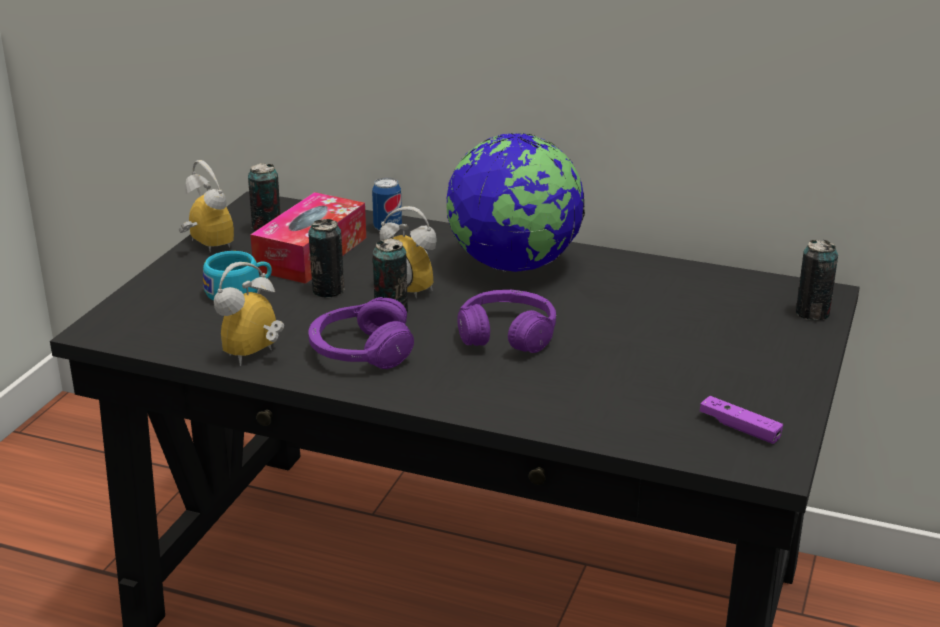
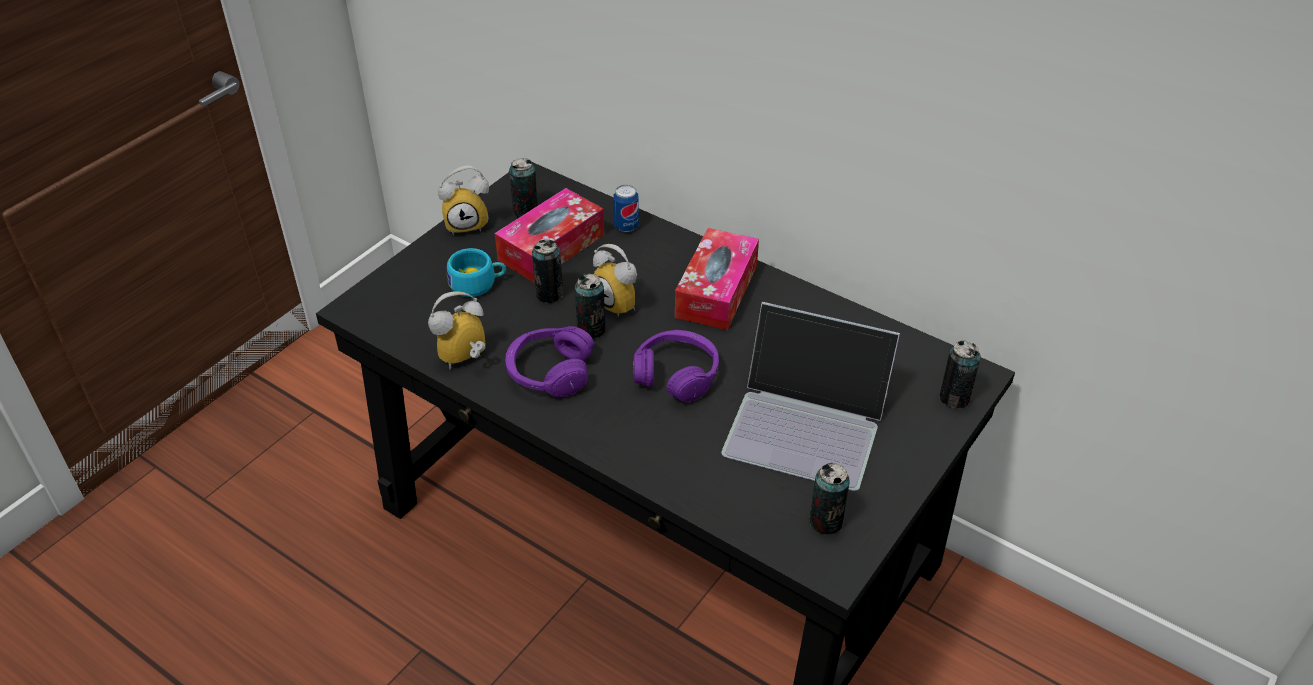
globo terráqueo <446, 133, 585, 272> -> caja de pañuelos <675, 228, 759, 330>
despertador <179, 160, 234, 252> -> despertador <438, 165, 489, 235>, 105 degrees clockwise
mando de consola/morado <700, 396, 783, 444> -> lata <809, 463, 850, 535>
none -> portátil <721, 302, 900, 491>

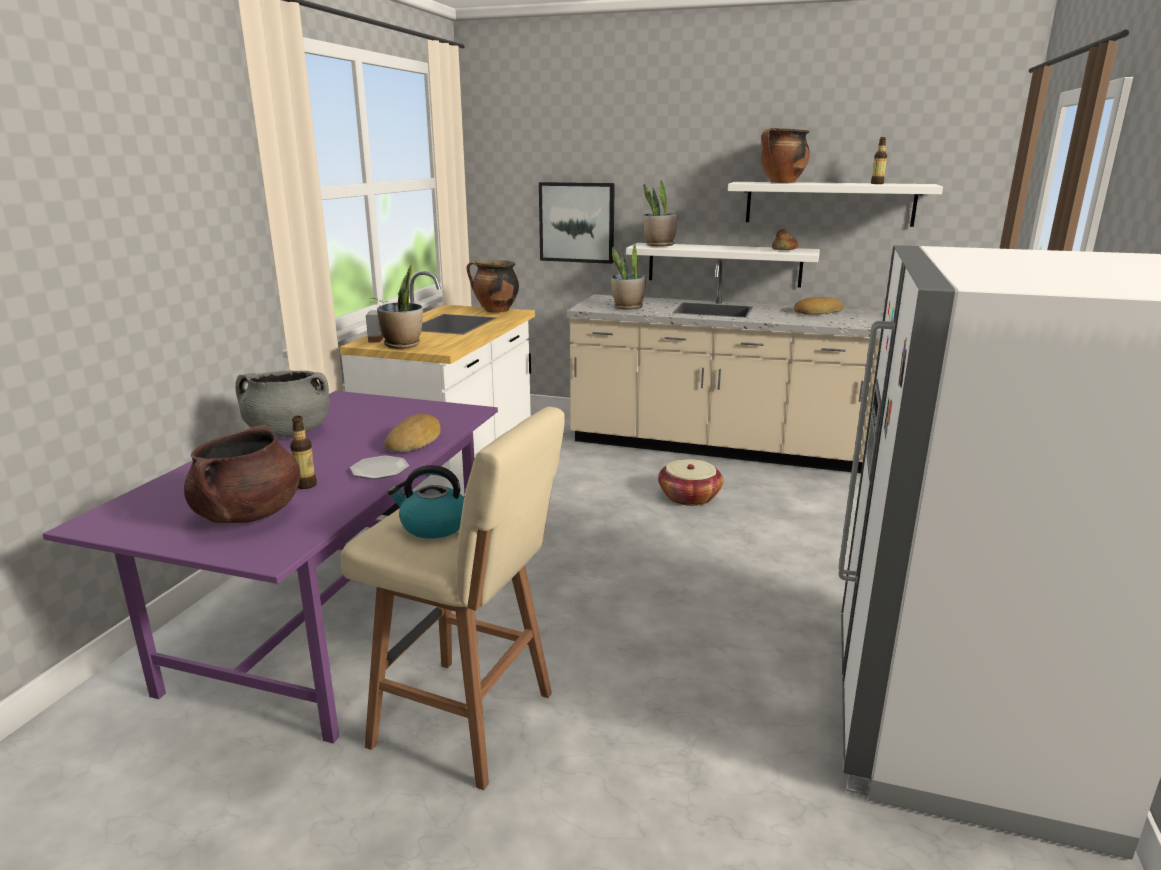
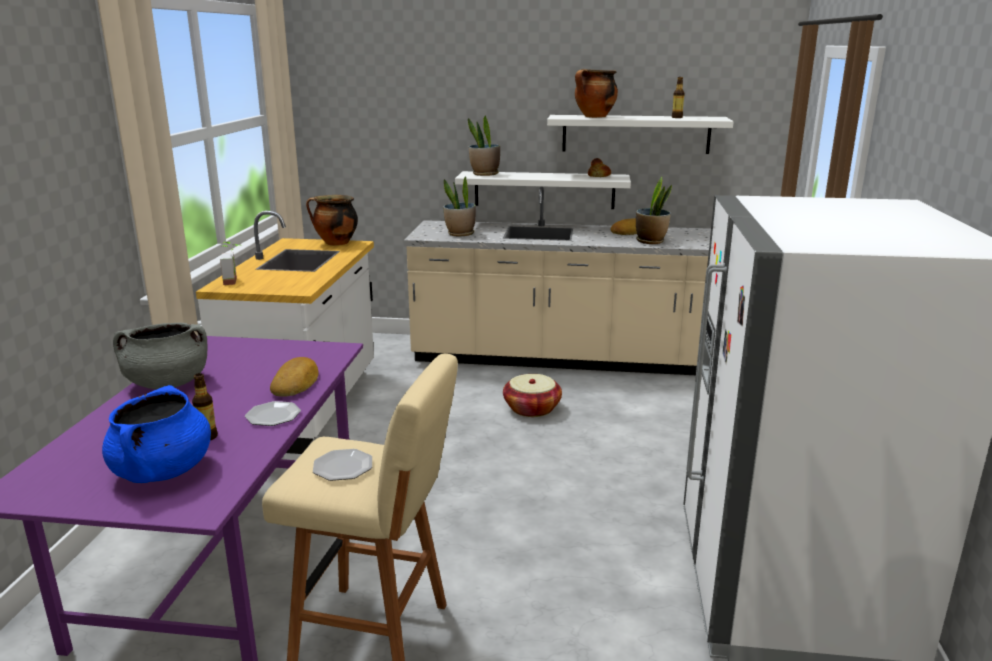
cuadro <539, 182, 615, 264> -> none
planta en maceta <377, 262, 423, 349> -> planta en maceta <636, 177, 672, 244>, relocated
olla/marrón <184, 425, 300, 523> -> olla/azul <102, 385, 211, 483>
hervidor <388, 465, 464, 539> -> plato <313, 449, 372, 481>

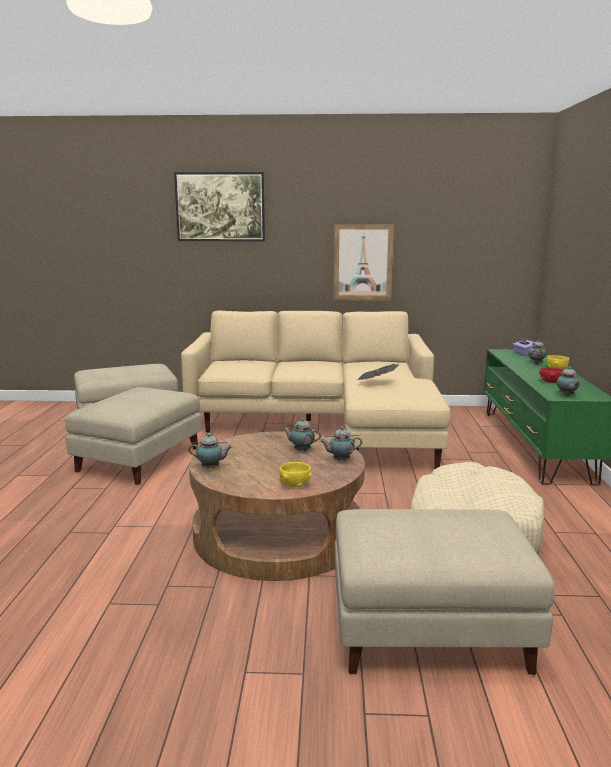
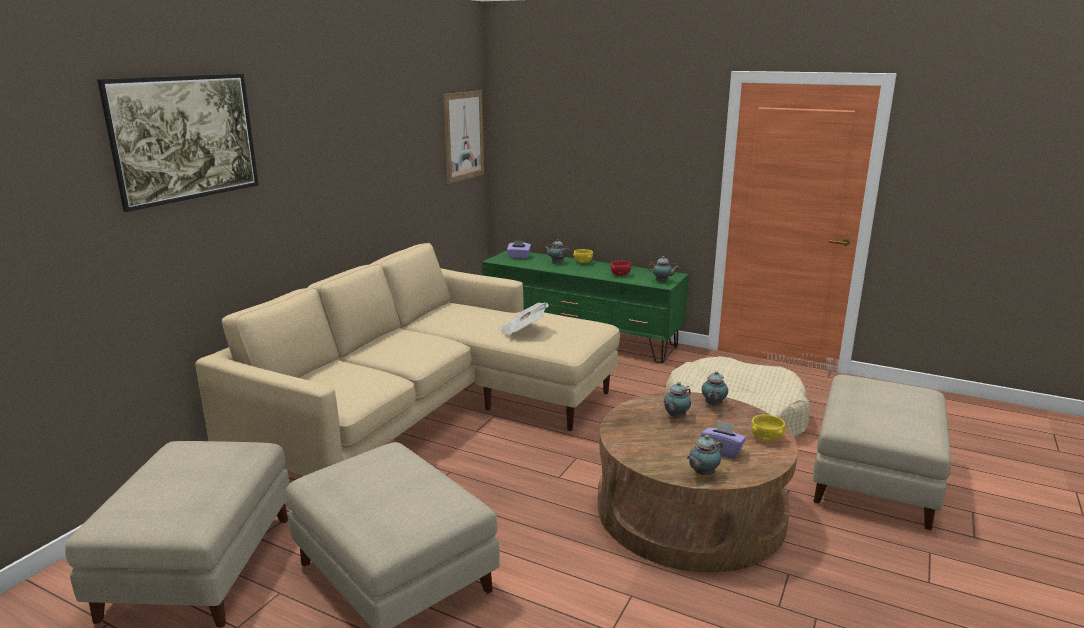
cuadro <334, 224, 394, 301> -> cuadro <443, 91, 484, 184>, relocated
tetera <188, 433, 232, 468> -> tetera <686, 435, 723, 475>, 150 degrees counterclockwise
none -> caja de pañuelos/morado <701, 420, 746, 459>

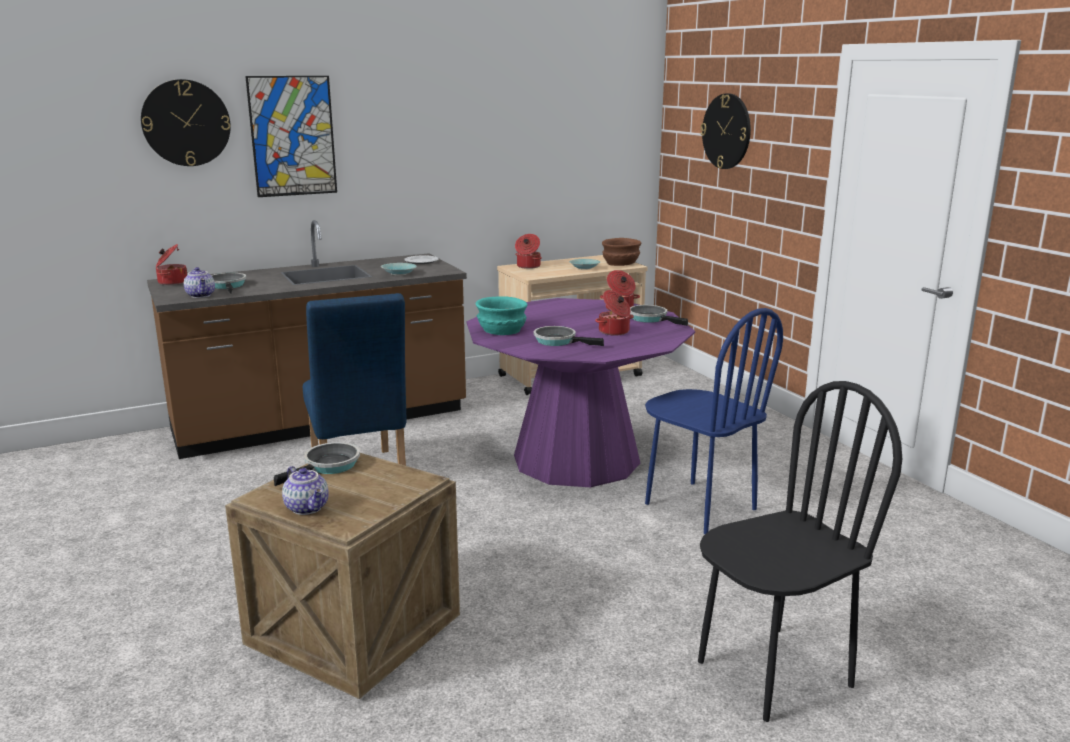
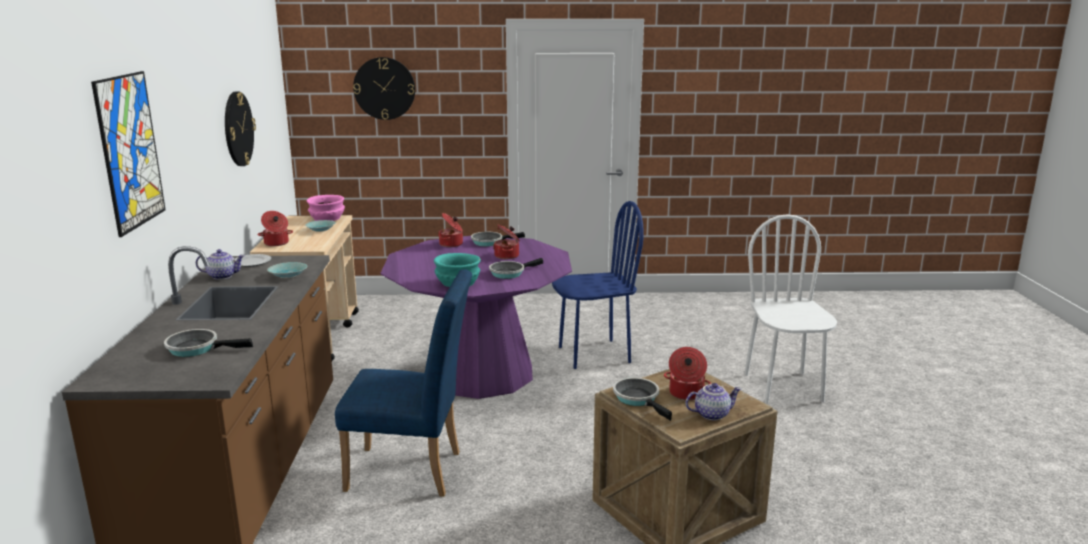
reloj de pared <141, 79, 231, 166> -> reloj de pared <225, 91, 256, 166>, relocated
cuenco/marrón <602, 238, 641, 266> -> cuenco/rosa <307, 195, 345, 221>
olla <156, 244, 187, 285> -> olla <664, 347, 711, 400>, relocated
tetera <184, 267, 215, 298> -> tetera <196, 249, 244, 280>, relocated
silla/negro <698, 381, 902, 722> -> silla/blanco <744, 214, 837, 404>

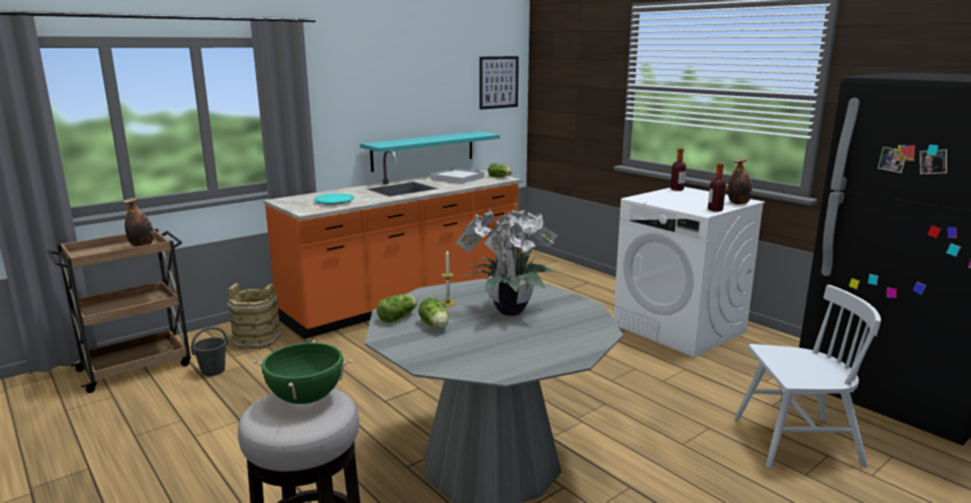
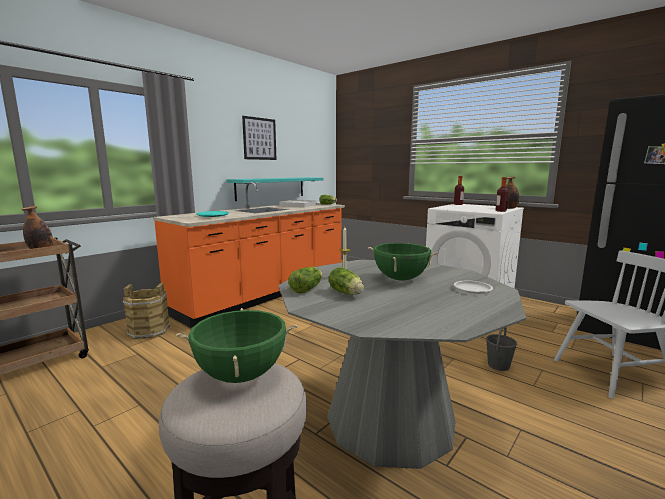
cuadro <479, 56, 519, 110> -> cuadro <242, 116, 277, 160>, relocated
planta en maceta <455, 209, 558, 316> -> olla/verde <368, 243, 438, 281>
cubo/gris <191, 327, 228, 376> -> cubo/gris <486, 327, 517, 371>, relocated
none -> plato/blanco <454, 281, 493, 294>

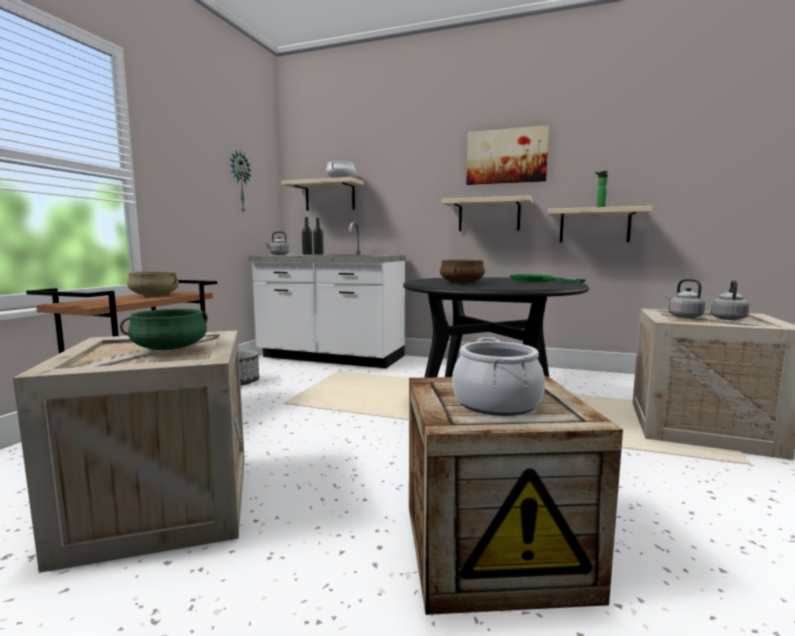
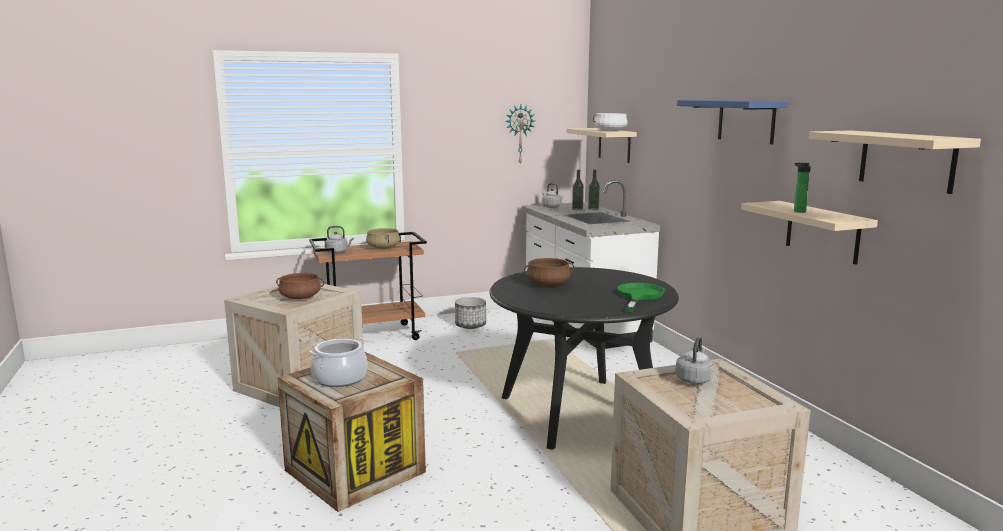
cuadro <467, 125, 549, 185> -> estante/azul <677, 100, 788, 144>
estante/beis <441, 195, 533, 231> -> estante/beis <809, 130, 981, 194>, relocated
hervidor/gris <710, 280, 750, 320> -> hervidor/gris <325, 226, 354, 254>, relocated
olla/verde <120, 309, 208, 350> -> olla/marrón <276, 273, 324, 299>

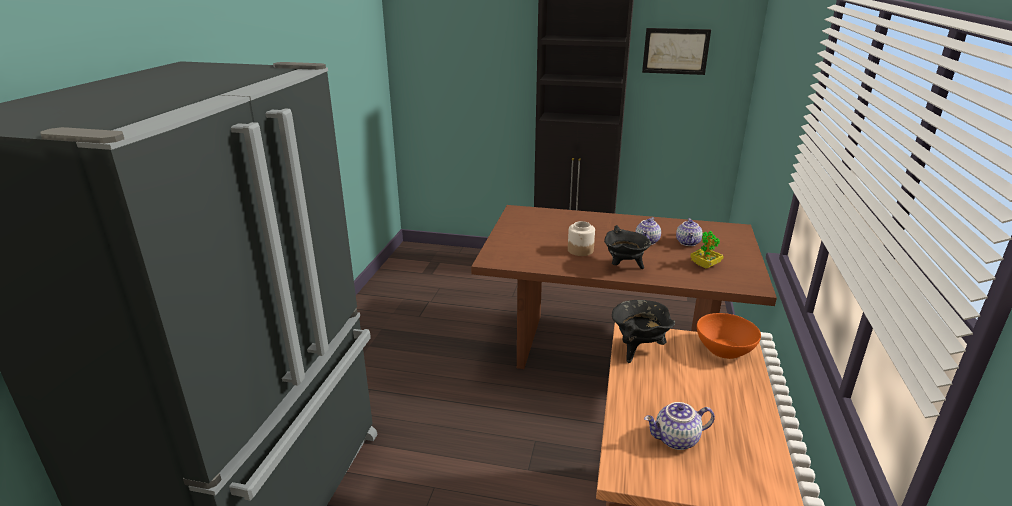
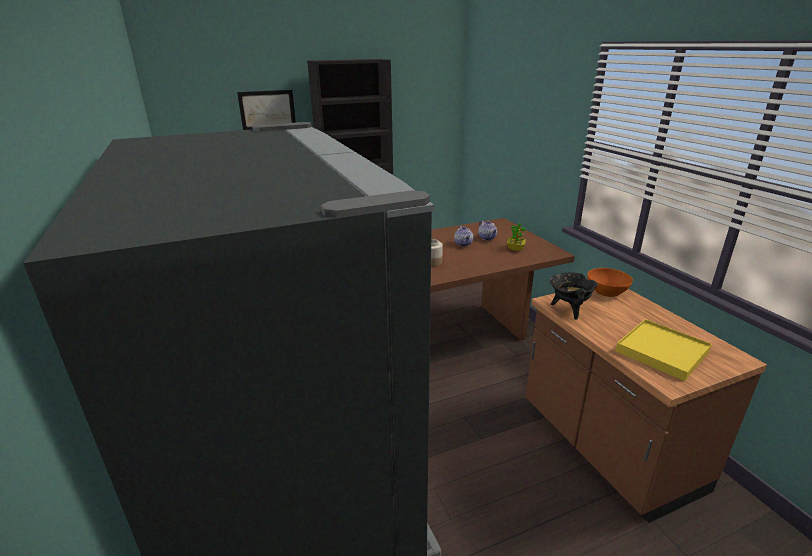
cuadro <642, 28, 711, 75> -> cuadro <237, 90, 296, 130>, relocated
olla/negro <604, 225, 651, 269> -> none
tetera <644, 402, 715, 450> -> bandeja/amarillo <615, 319, 712, 381>

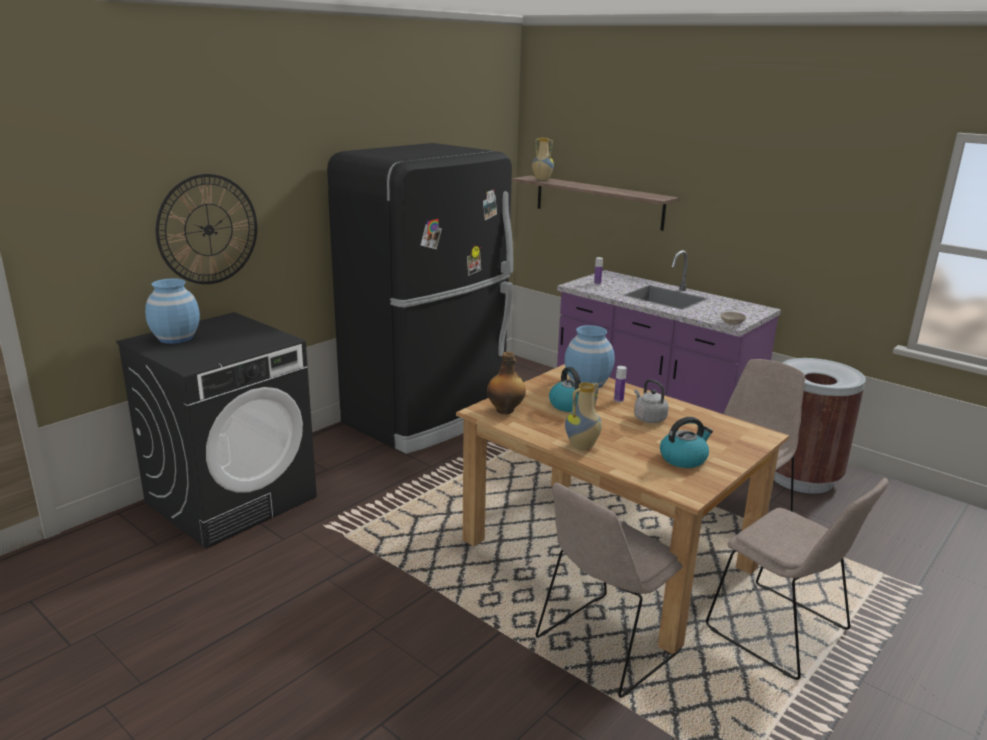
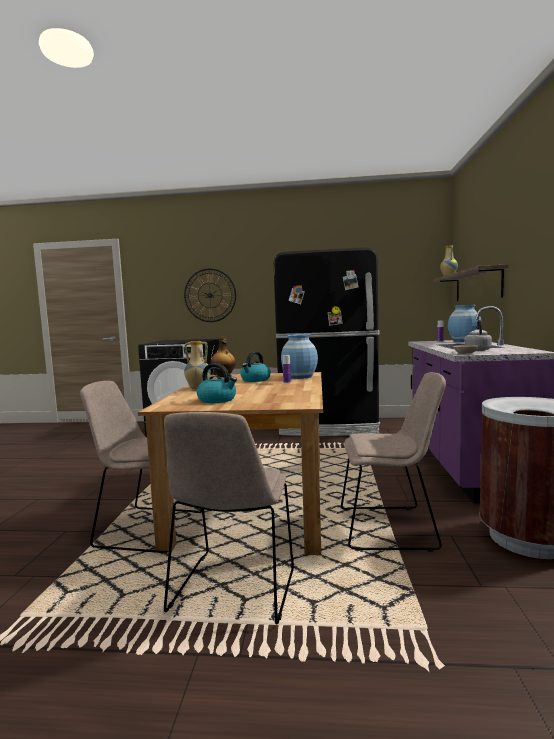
florero/azul <145, 278, 200, 344> -> florero/azul <448, 305, 481, 342>, relocated
hervidor/gris <634, 379, 669, 423> -> hervidor/gris <464, 319, 492, 351>, relocated

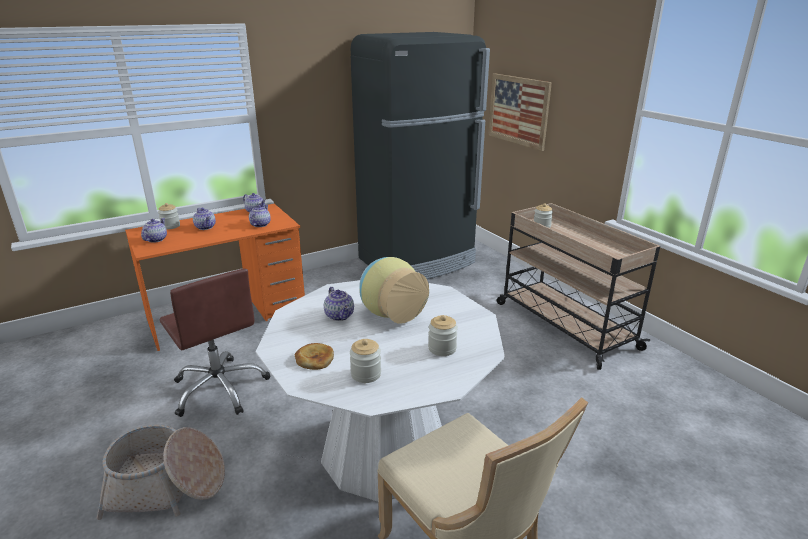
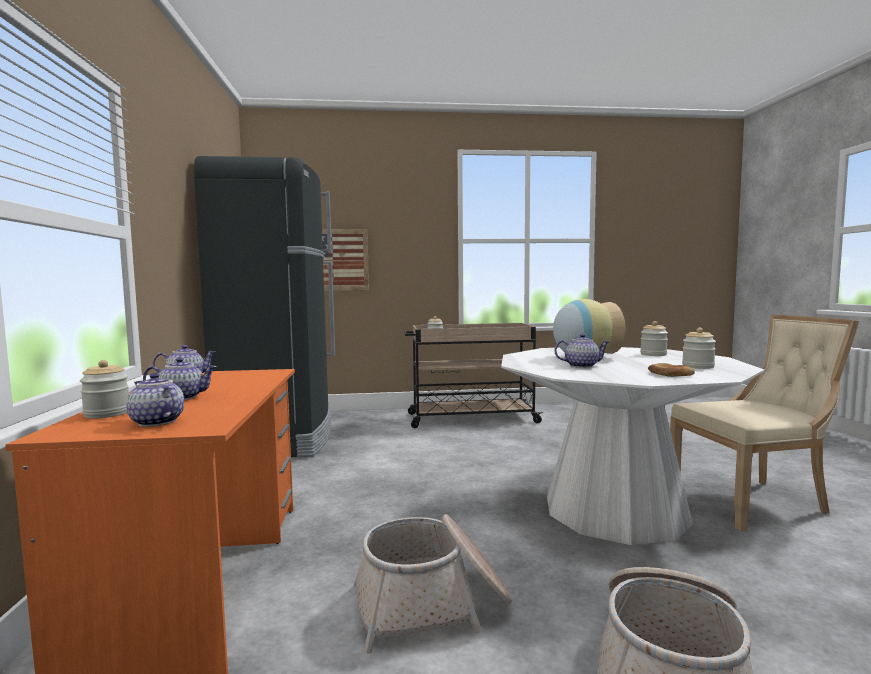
tetera <249, 205, 271, 227> -> none
silla de oficina/marrón <160, 268, 270, 417> -> cesta <354, 514, 512, 654>

